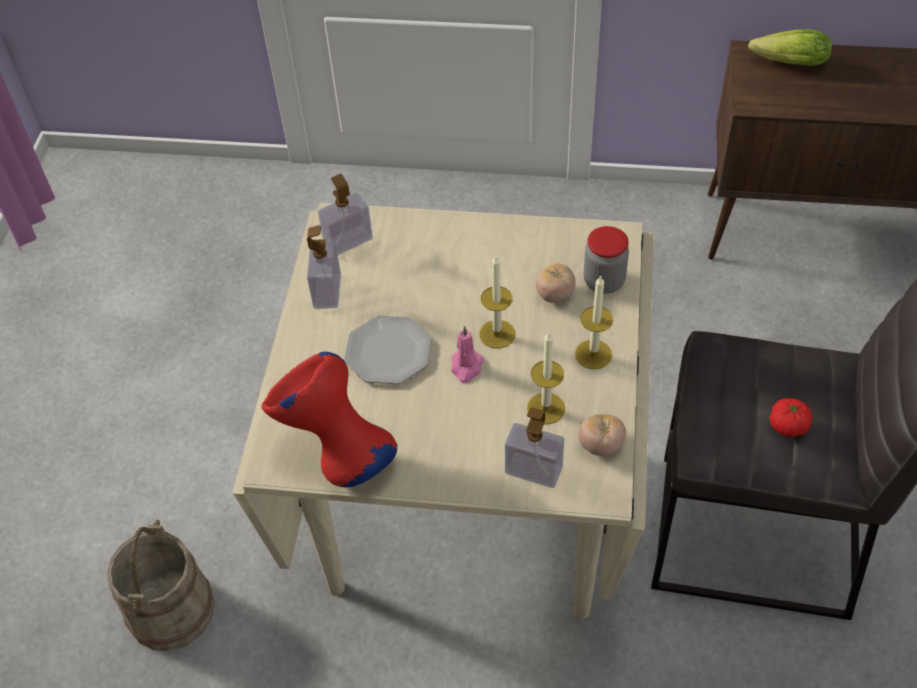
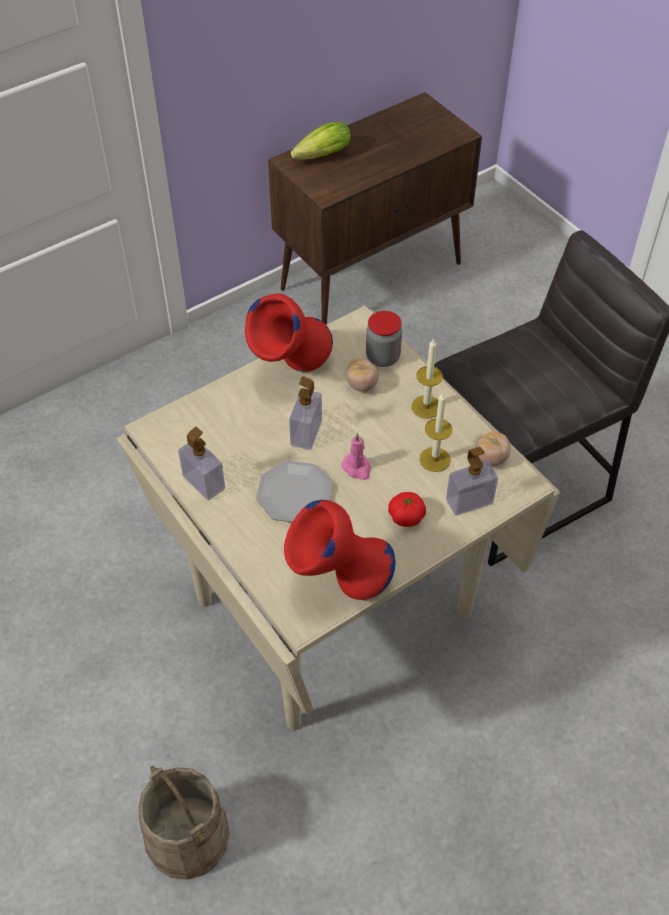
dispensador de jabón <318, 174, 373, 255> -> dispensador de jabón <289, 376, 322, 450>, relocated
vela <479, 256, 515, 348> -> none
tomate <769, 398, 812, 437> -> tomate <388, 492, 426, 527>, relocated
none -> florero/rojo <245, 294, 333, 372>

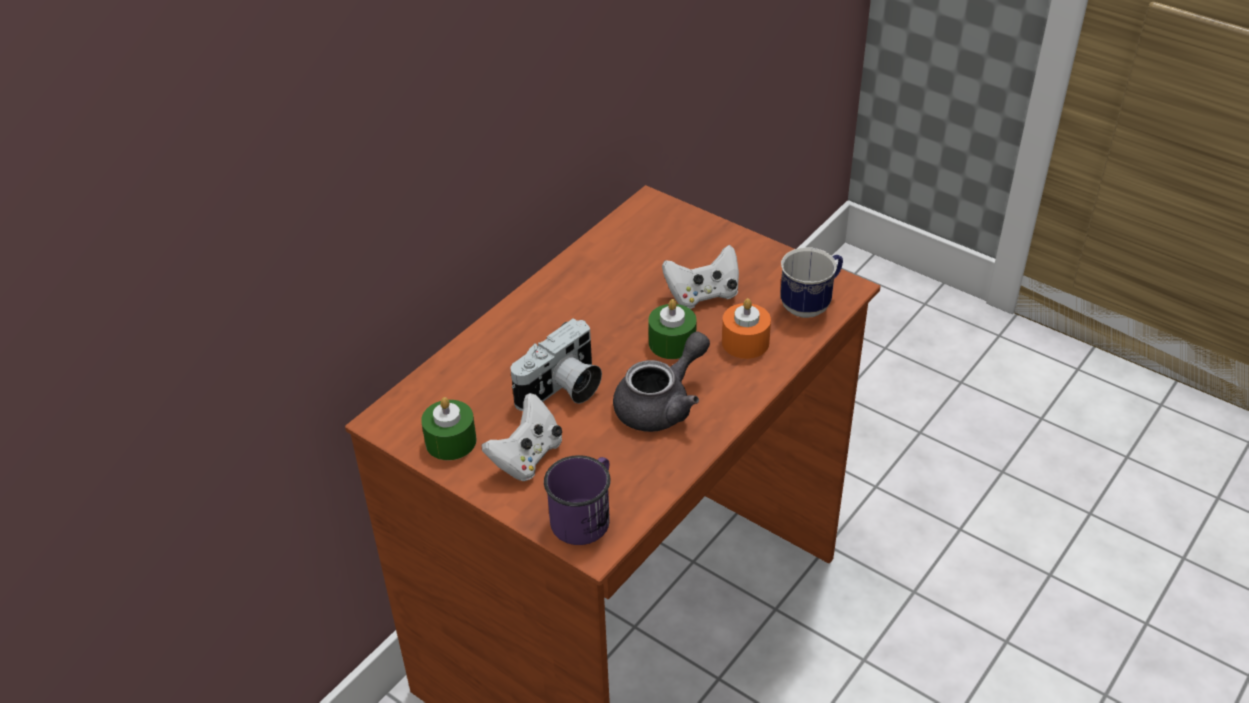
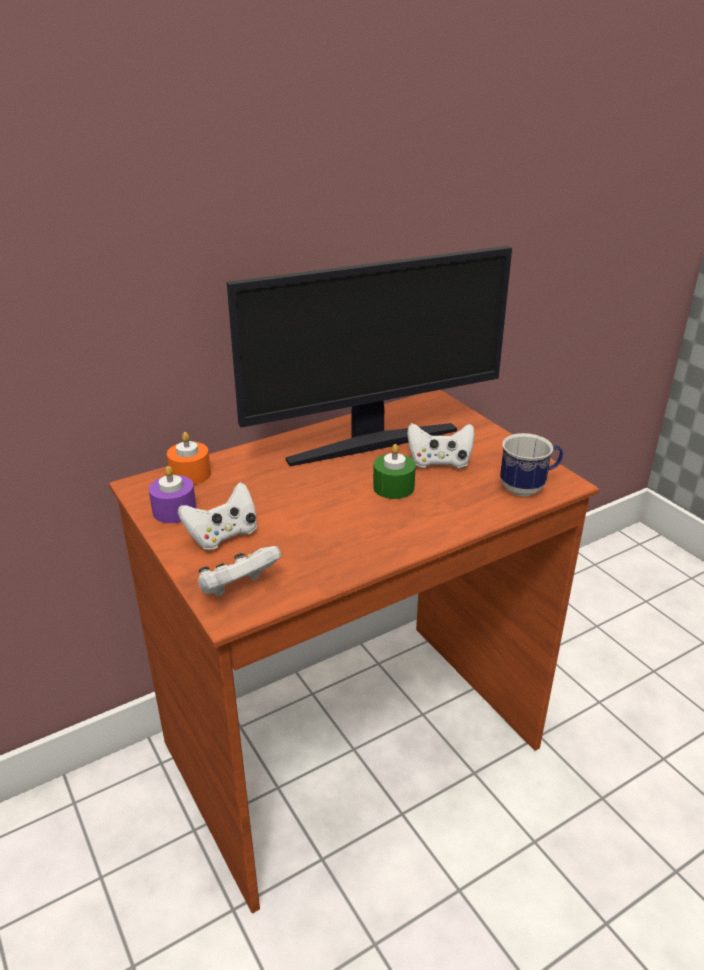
vela/naranja <722, 298, 771, 359> -> vela/naranja <167, 432, 211, 485>, relocated
cámara <511, 318, 602, 411> -> none
tetera/gris <613, 331, 710, 432> -> none
vela/verde <421, 397, 477, 460> -> vela/morado <149, 466, 196, 523>
taza grande/morado <544, 455, 611, 545> -> mando de consola/blanco <198, 546, 281, 597>
none -> monitor <227, 246, 512, 466>

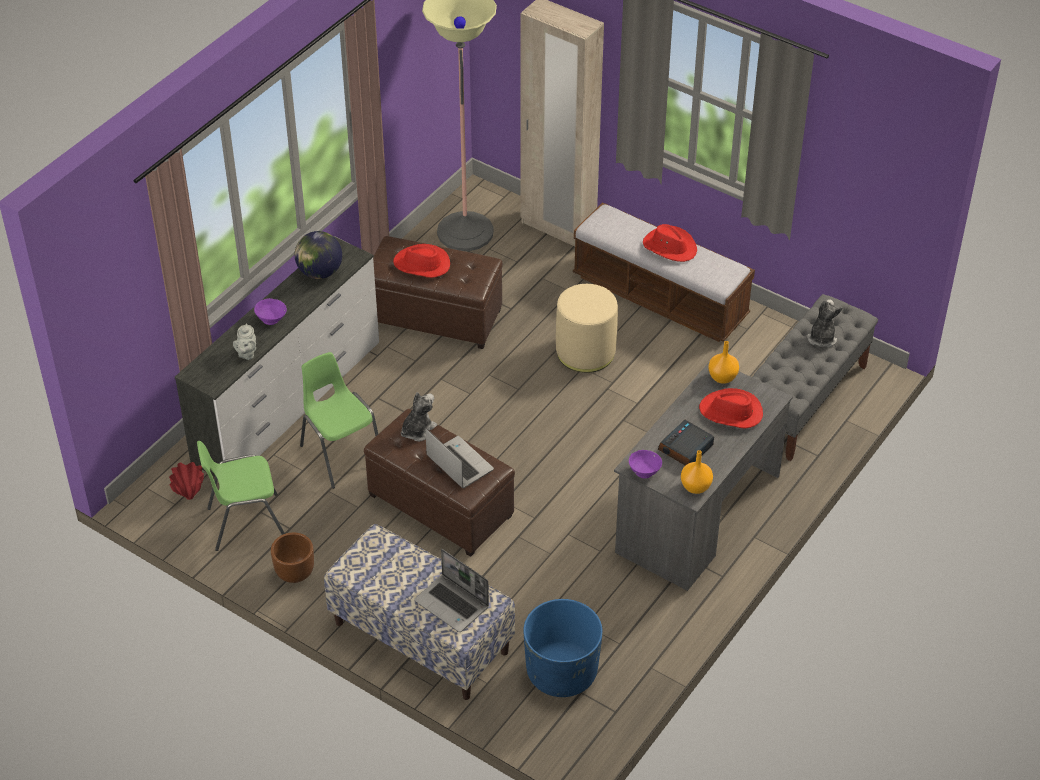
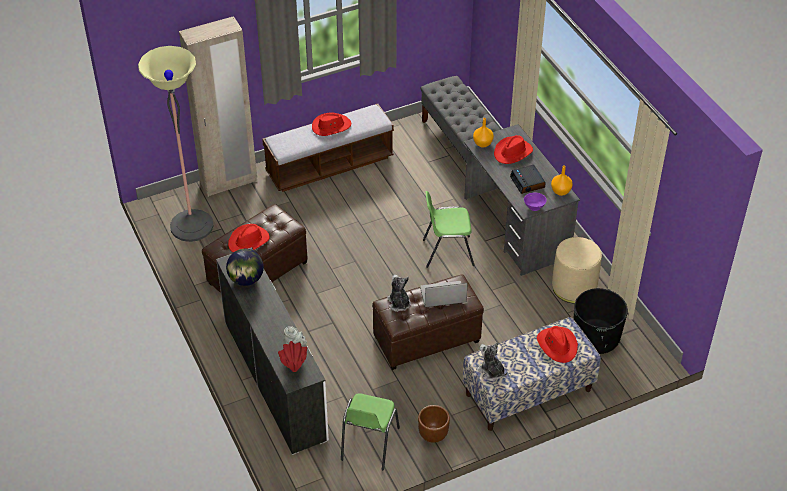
puf/beis <556, 284, 618, 373> -> puf/beis <552, 237, 602, 304>, relocated
cuenco/morado <254, 298, 287, 325> -> none
peluche <807, 299, 843, 347> -> peluche <476, 342, 507, 381>, relocated
silla/verde <300, 352, 378, 489> -> silla/verde <423, 191, 475, 268>, relocated
florero/rojo <169, 462, 204, 500> -> florero/rojo <278, 341, 307, 372>, relocated
portátil <414, 549, 489, 632> -> sombrero/rojo <537, 326, 578, 363>
maceta/azul <523, 599, 603, 697> -> maceta/negro <573, 288, 628, 354>

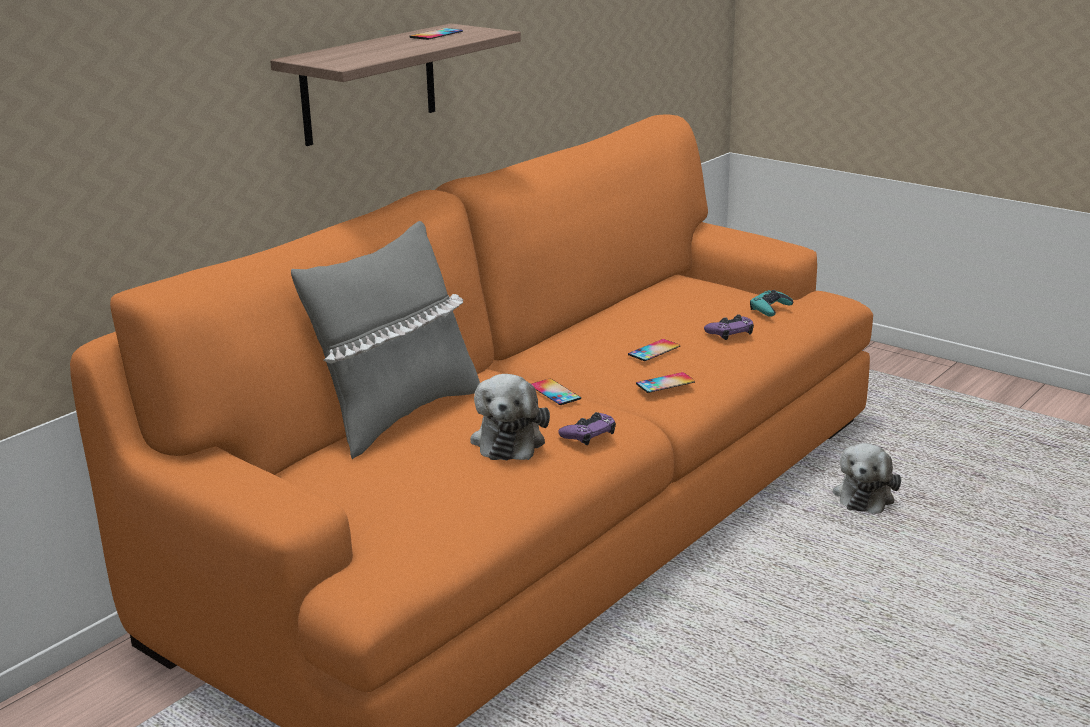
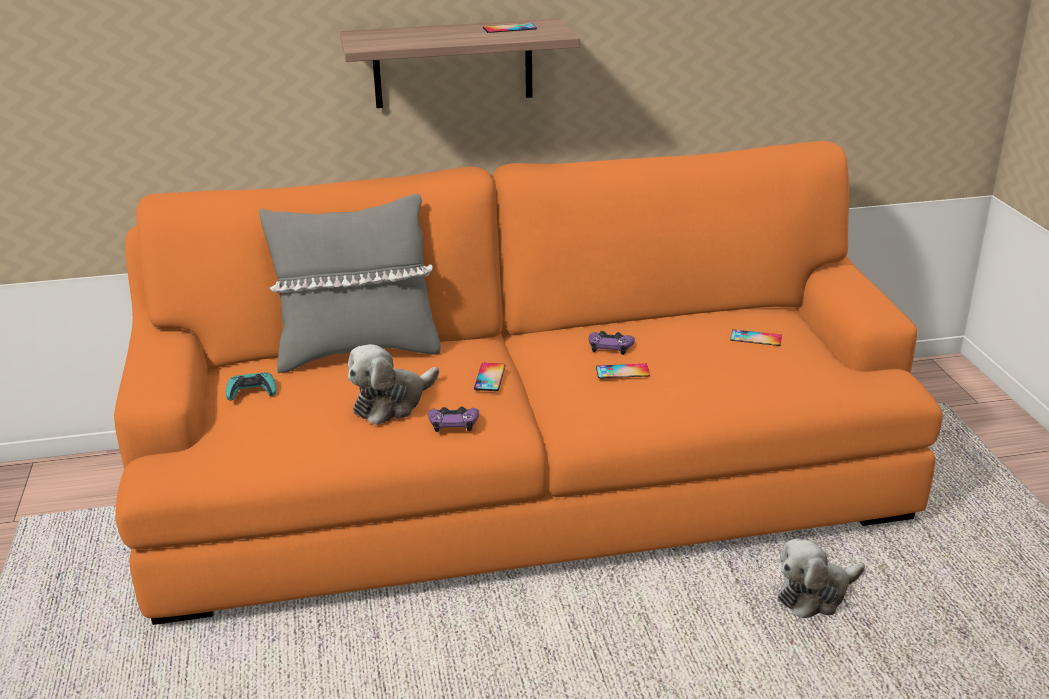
mando de consola/turquesa <750, 290, 793, 317> -> mando de consola/turquesa <226, 372, 276, 401>, relocated
mando de consola/morado <704, 314, 754, 340> -> mando de consola/morado <589, 331, 635, 355>, relocated
móvil <636, 372, 695, 393> -> móvil <730, 330, 782, 346>, relocated

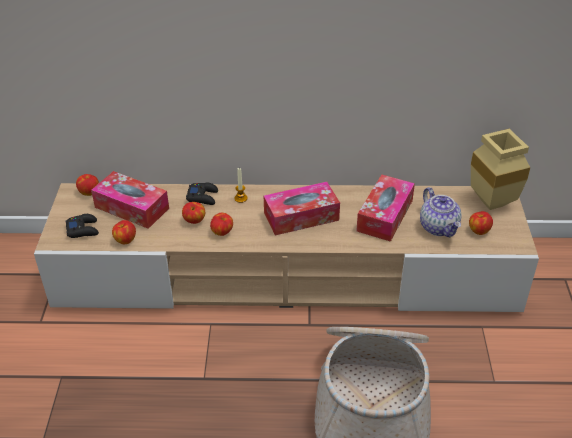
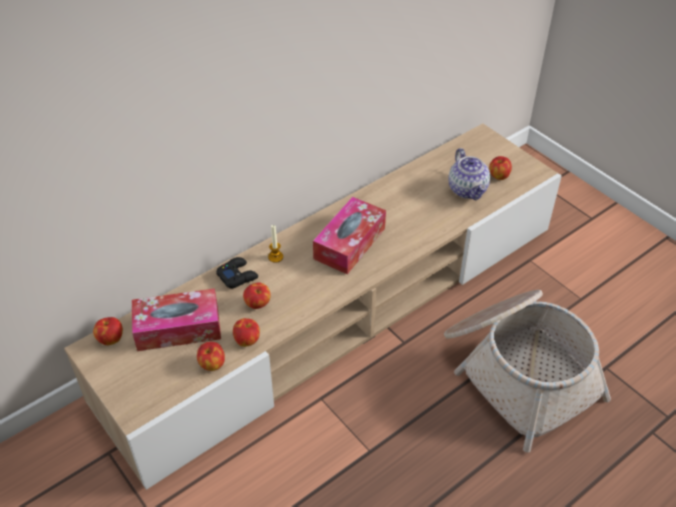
florero/beis <471, 129, 530, 210> -> none
caja de pañuelos <356, 175, 415, 242> -> none
tetera <420, 187, 462, 237> -> tetera <448, 148, 490, 200>, 45 degrees clockwise
manzana <210, 213, 233, 236> -> manzana <233, 318, 260, 347>, relocated
mando de consola/negro <65, 214, 99, 238> -> none

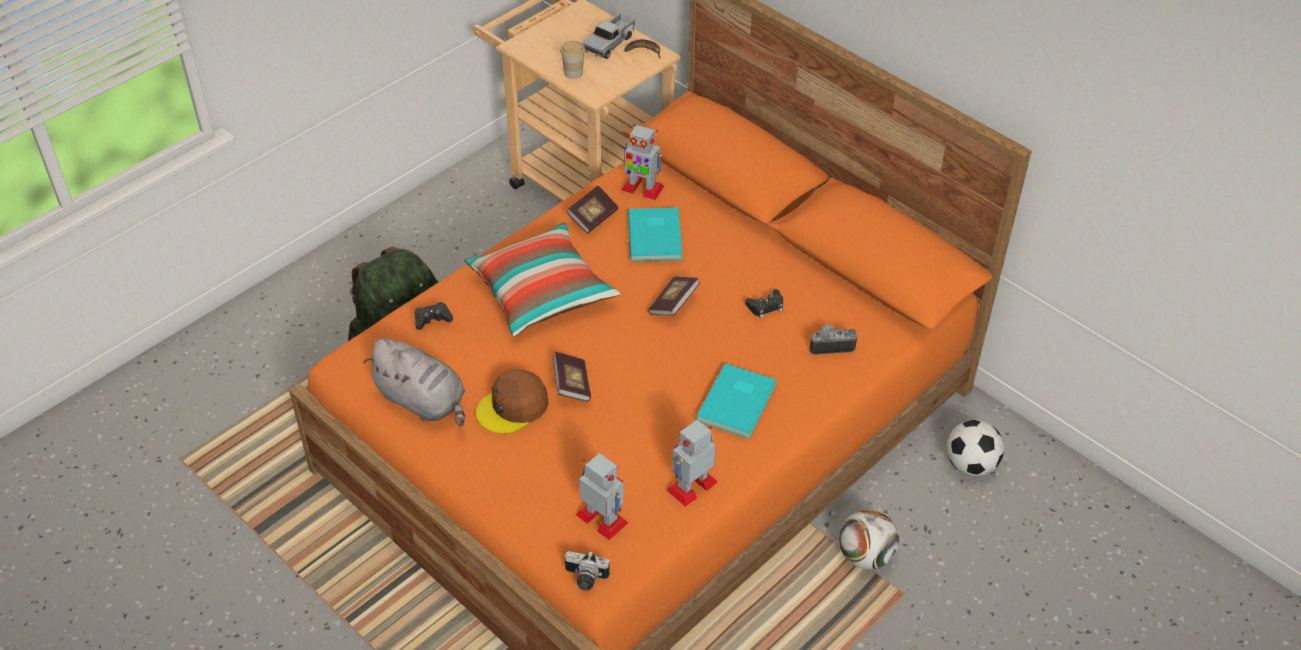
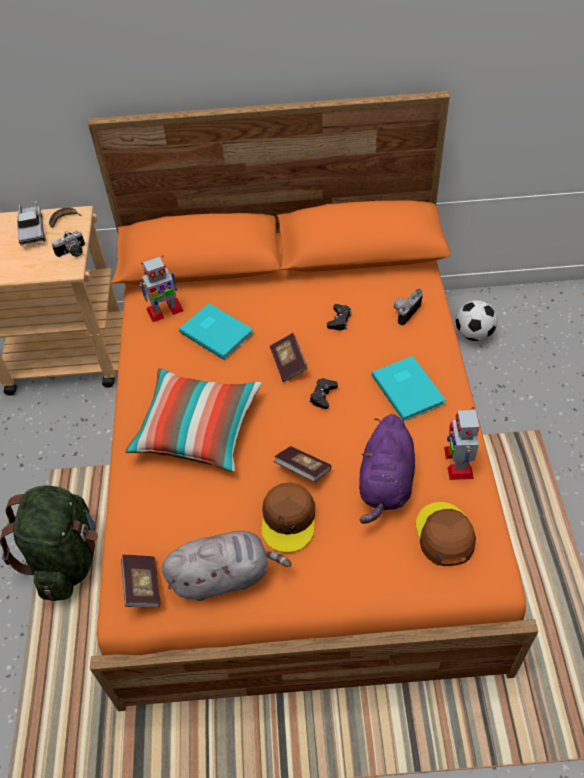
taza <560, 40, 585, 79> -> none
libro <566, 186, 618, 234> -> libro <121, 555, 161, 607>, relocated
mando de consola/negro <414, 302, 453, 330> -> mando de consola/negro <310, 378, 338, 409>, relocated
robot de juguete <576, 453, 628, 540> -> gorra/marrón <416, 502, 476, 566>
balón de fútbol <839, 510, 899, 570> -> none
cámara <565, 551, 610, 591> -> cámara <52, 230, 85, 257>, relocated
none -> peluche/morado <359, 414, 415, 524>

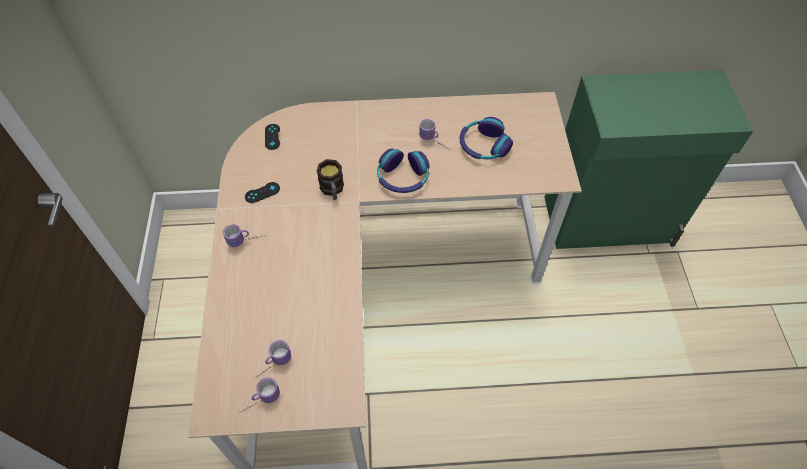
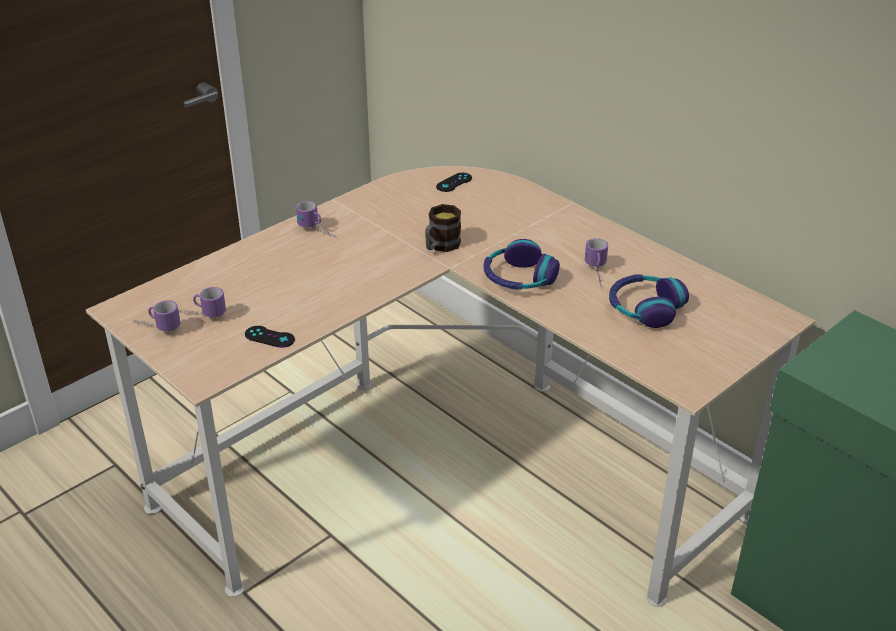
mando de consola/negro <245, 182, 280, 203> -> mando de consola/negro <245, 326, 295, 348>, relocated

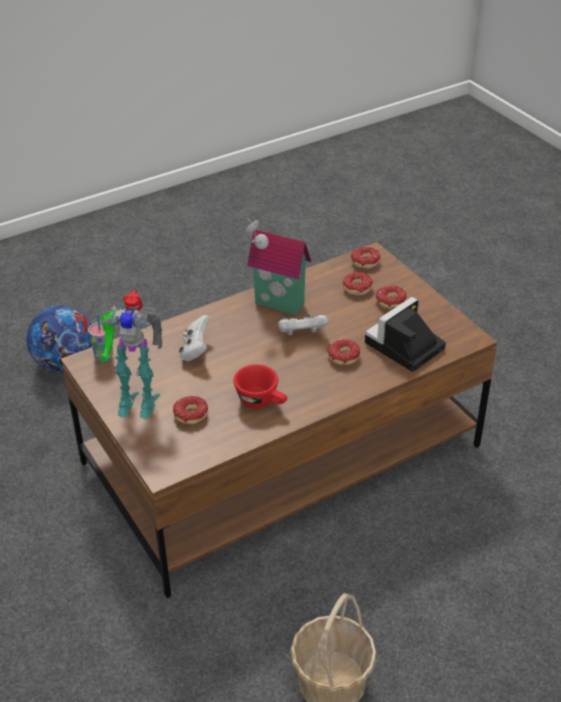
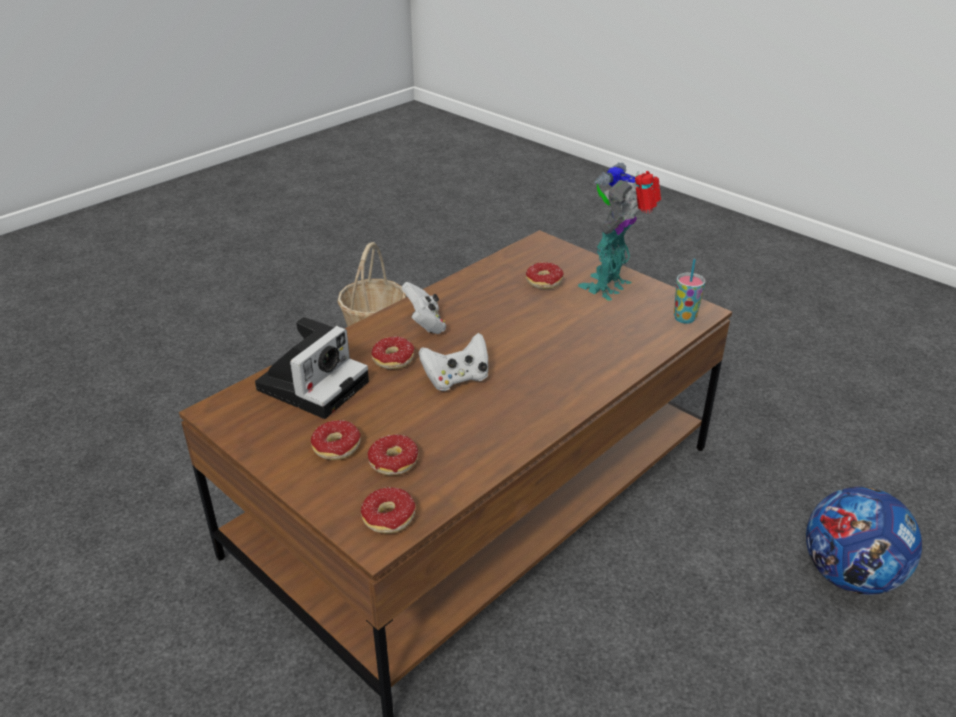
casita <245, 218, 311, 315> -> none
robot de juguete <99, 290, 162, 419> -> robot de juguete <578, 162, 661, 301>, 45 degrees counterclockwise
mando de consola/blanco <179, 315, 210, 361> -> mando de consola/blanco <402, 282, 446, 334>, relocated
taza/rojo <233, 364, 287, 408> -> none

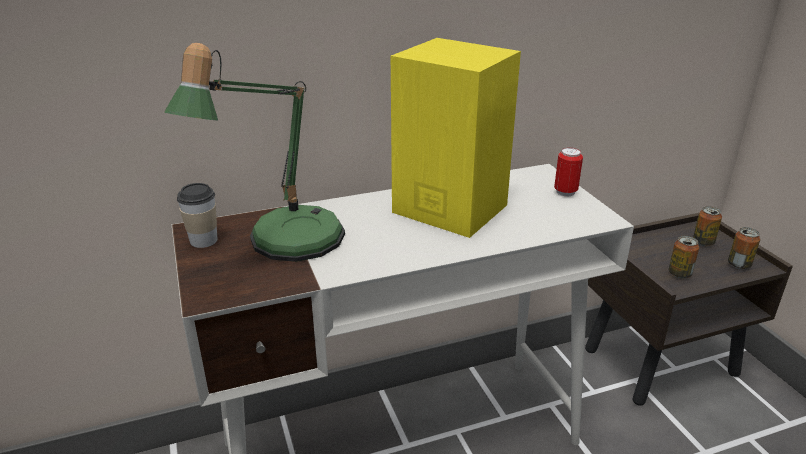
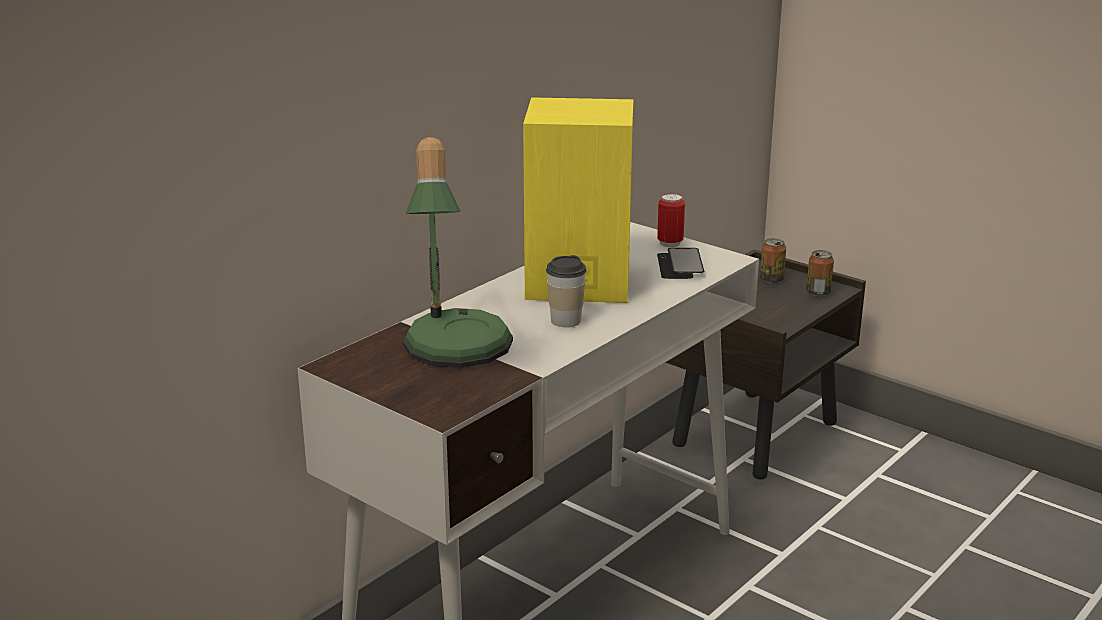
taza <177, 183, 217, 248> -> taza <546, 255, 586, 327>, relocated
lata <669, 236, 699, 279> -> none
none -> móvil <657, 248, 704, 279>

